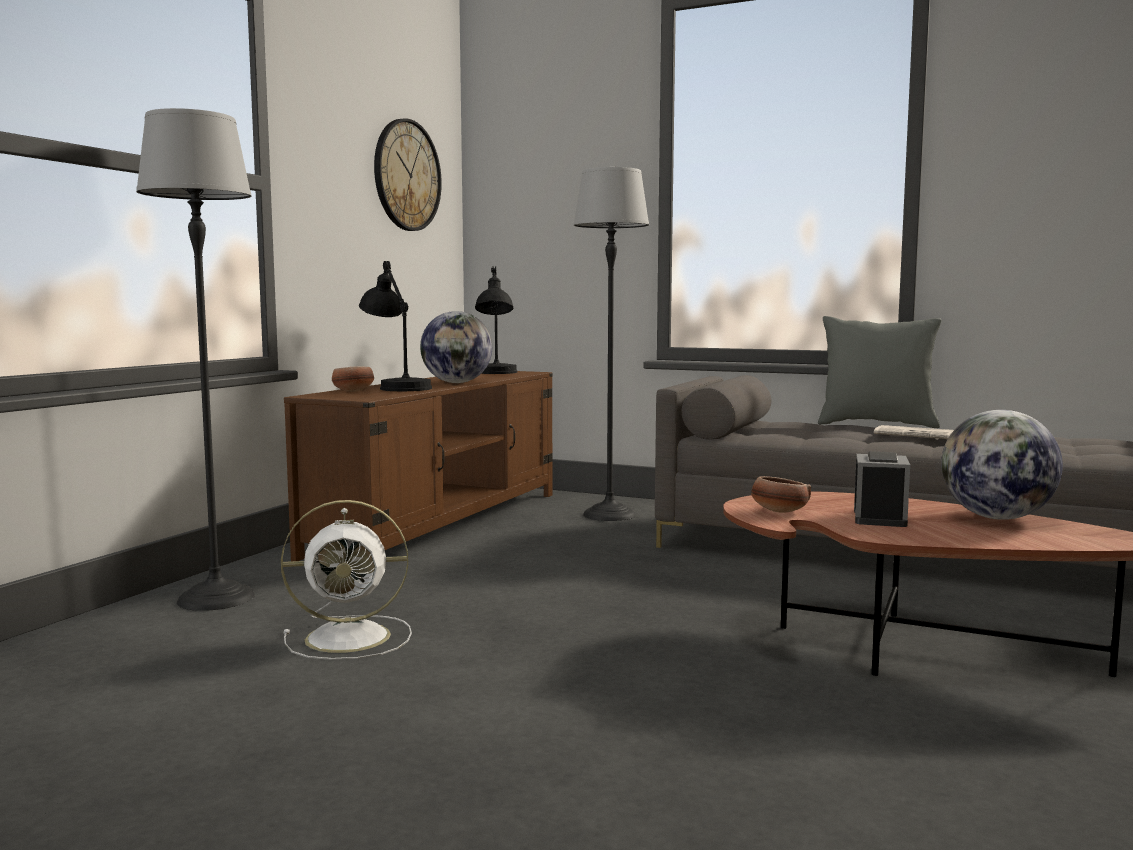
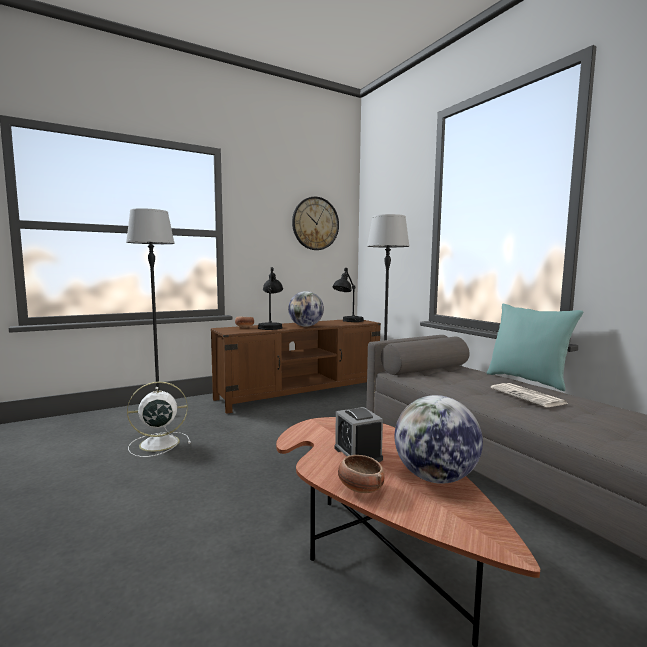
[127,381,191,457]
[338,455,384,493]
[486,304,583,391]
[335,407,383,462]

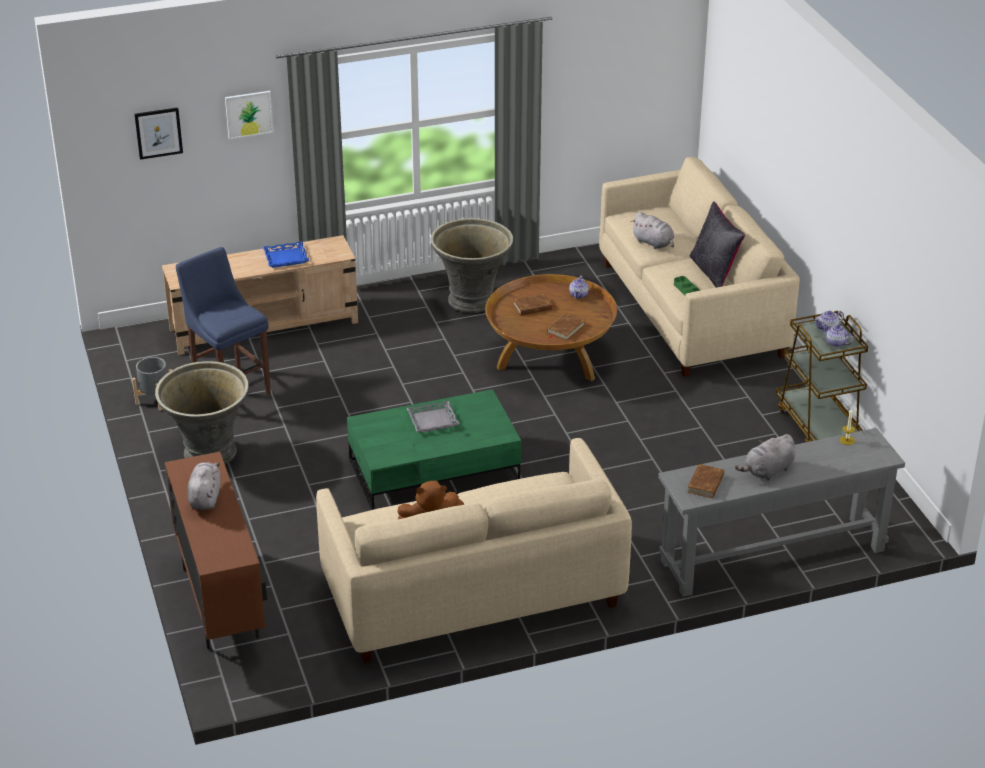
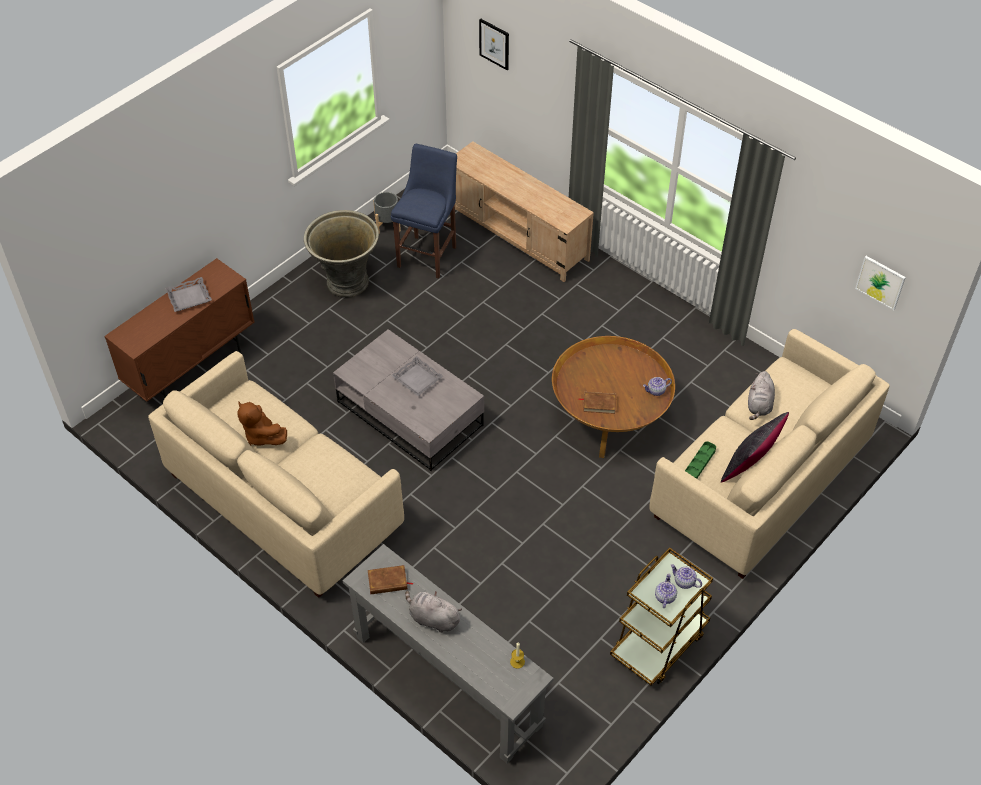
[165,277,212,312]
[855,256,906,310]
[263,241,309,268] (first image)
[333,329,484,471]
[430,218,513,313] (first image)
[513,293,556,316] (first image)

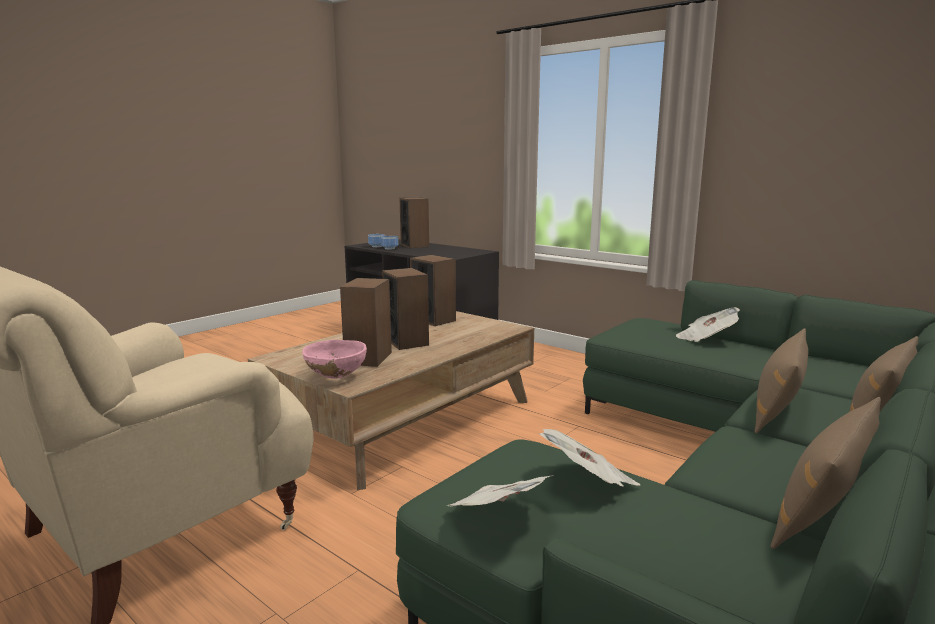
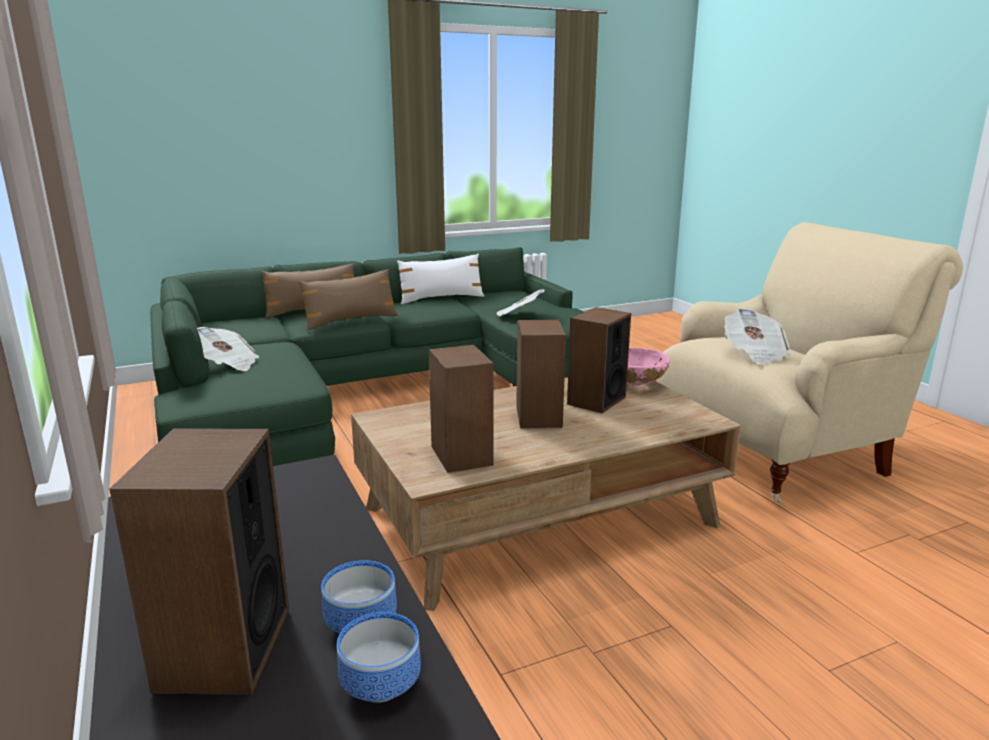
[724,308,791,365]
[397,254,484,304]

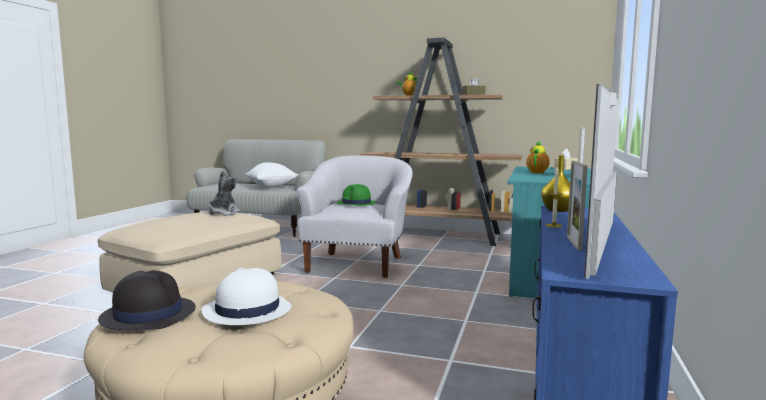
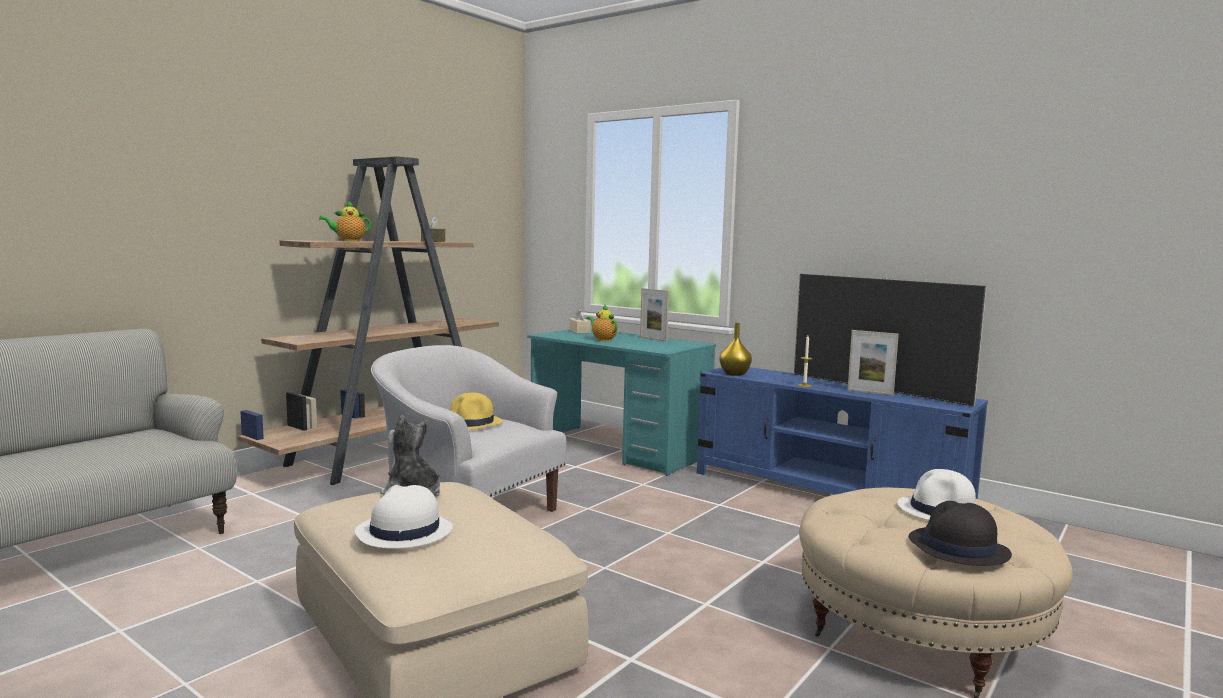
[245,163,298,188] (first image)
[450,393,503,430]
[355,485,453,549]

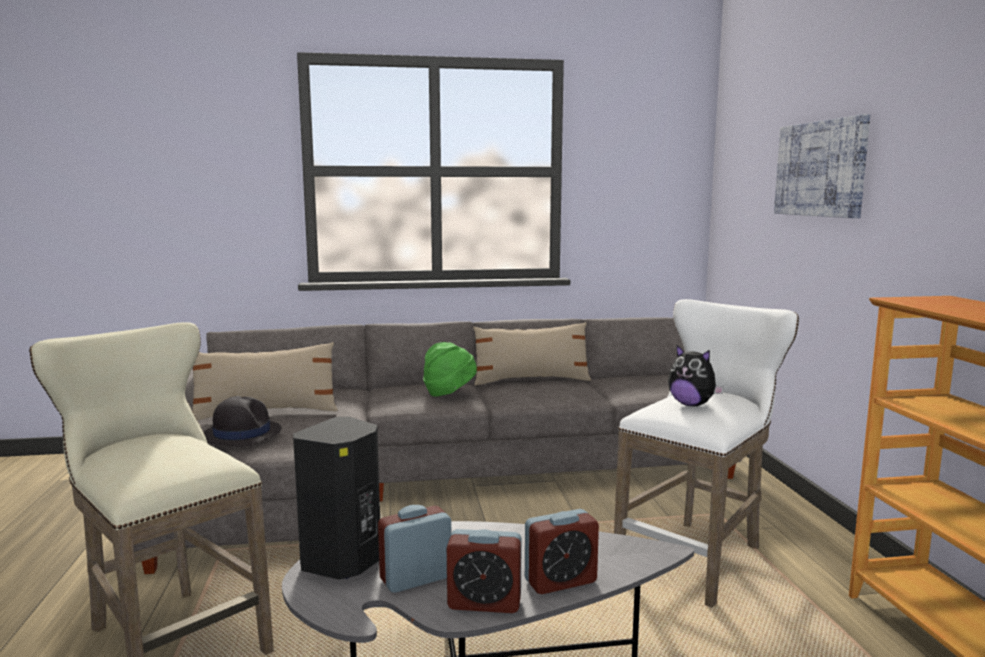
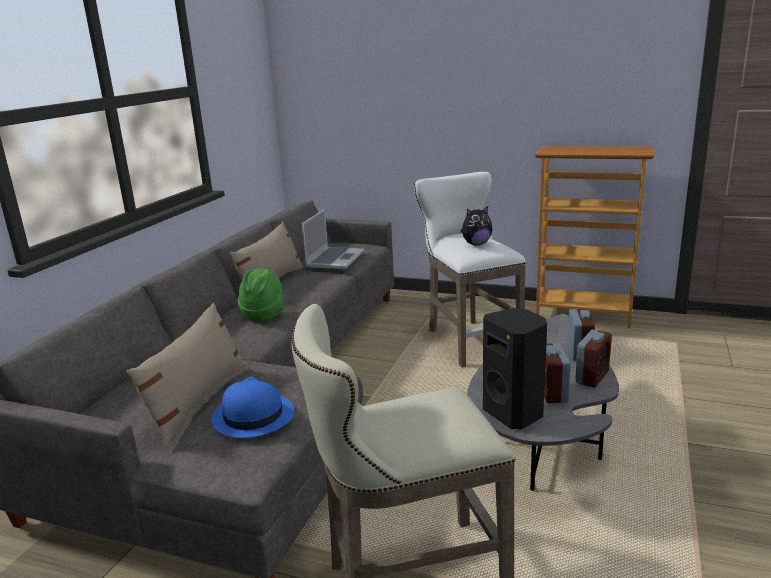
[212,376,294,438]
[774,114,870,218] (first image)
[302,209,364,269]

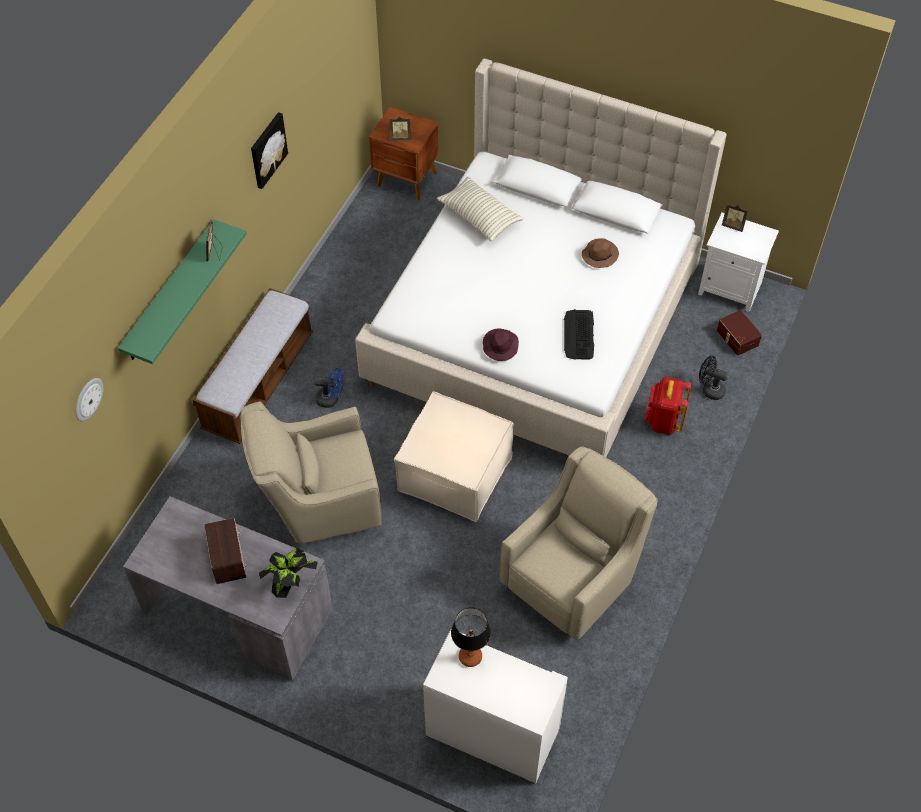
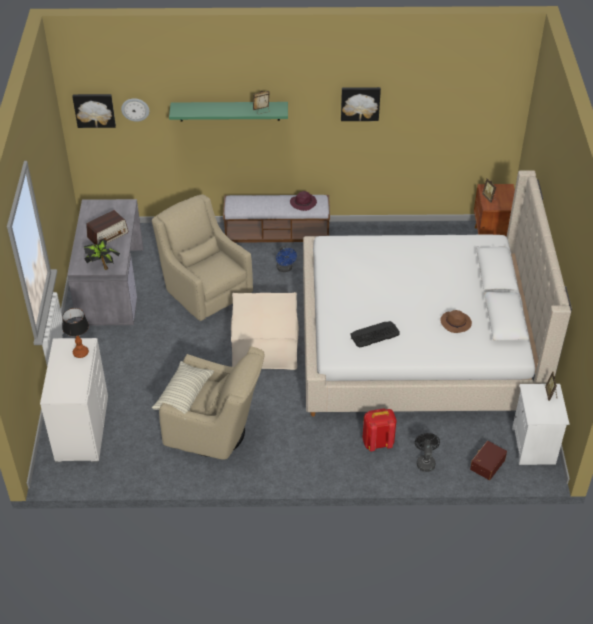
[152,361,214,420]
[290,191,317,211]
[72,94,116,128]

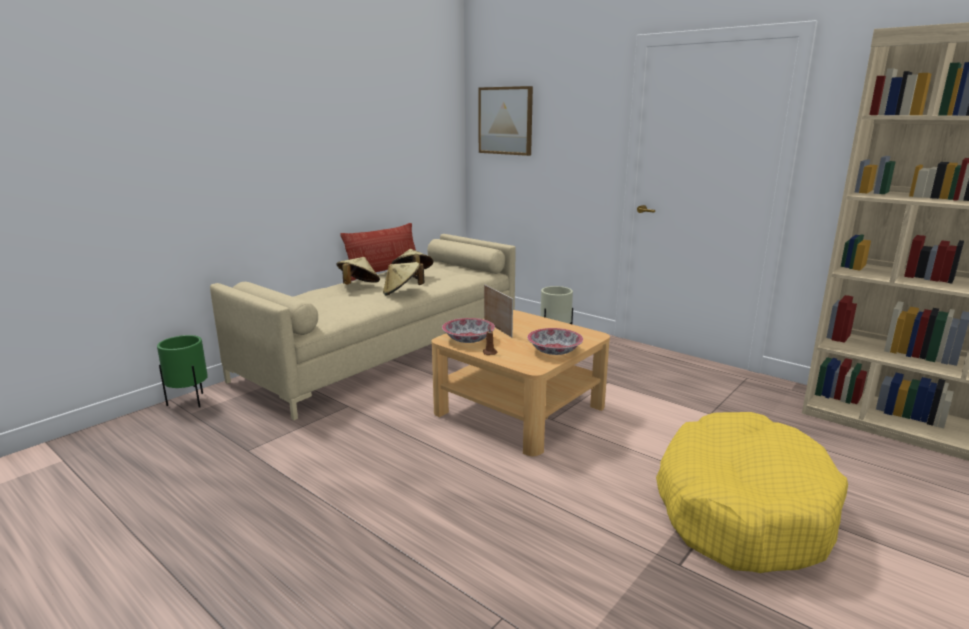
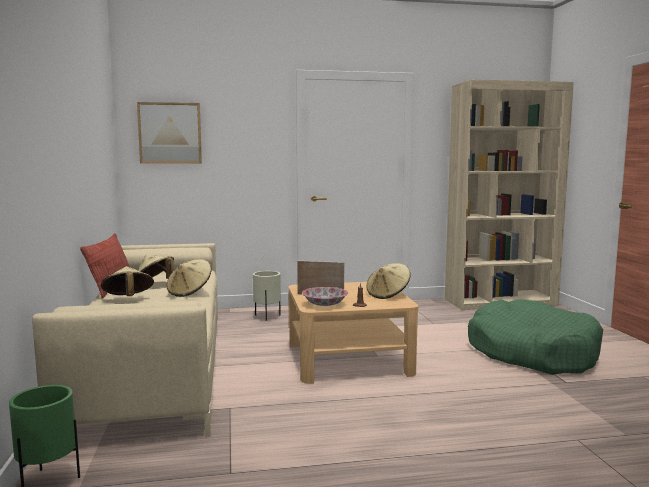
[366,263,411,299]
[468,300,603,375]

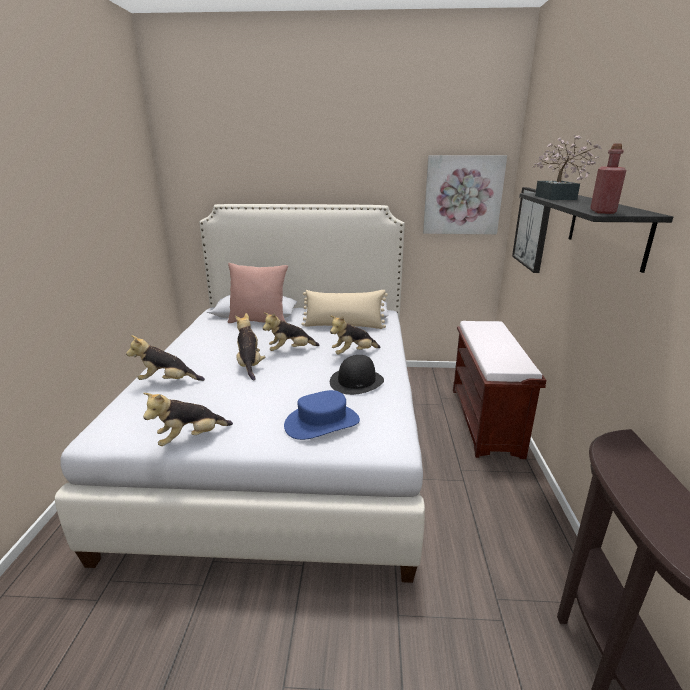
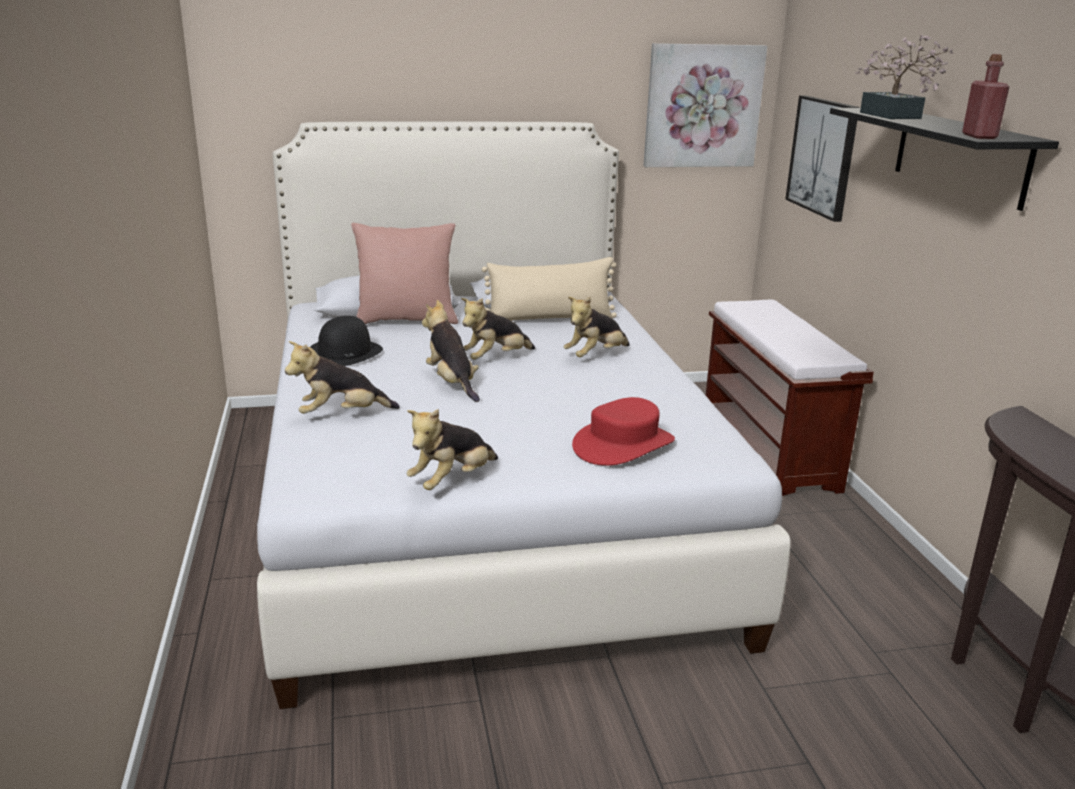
[572,397,675,466]
[310,316,383,366]

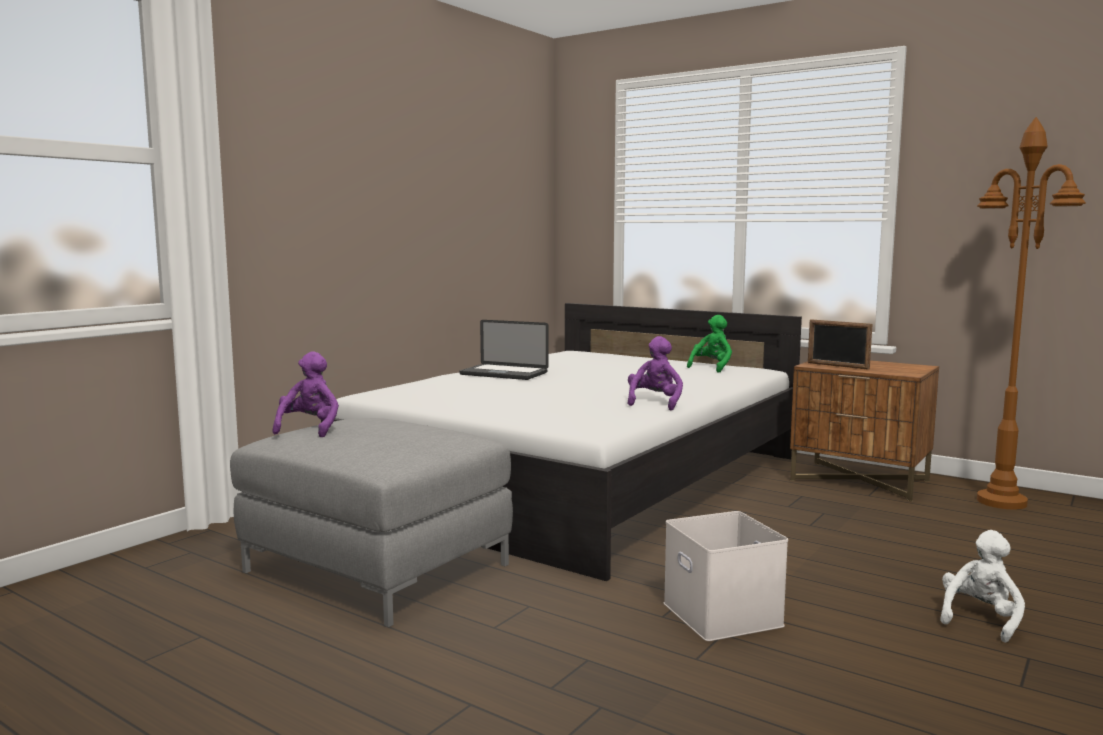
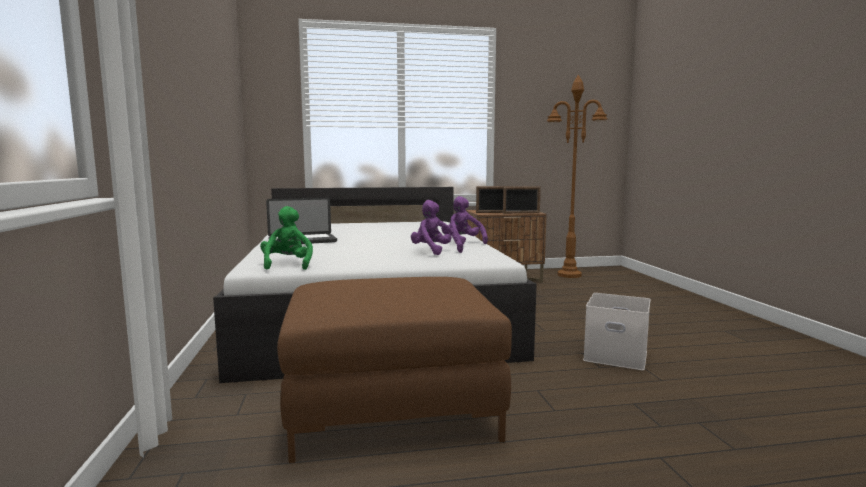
[277,277,512,463]
[411,200,463,255]
[260,206,313,270]
[940,530,1025,643] (first image)
[503,186,541,214]

